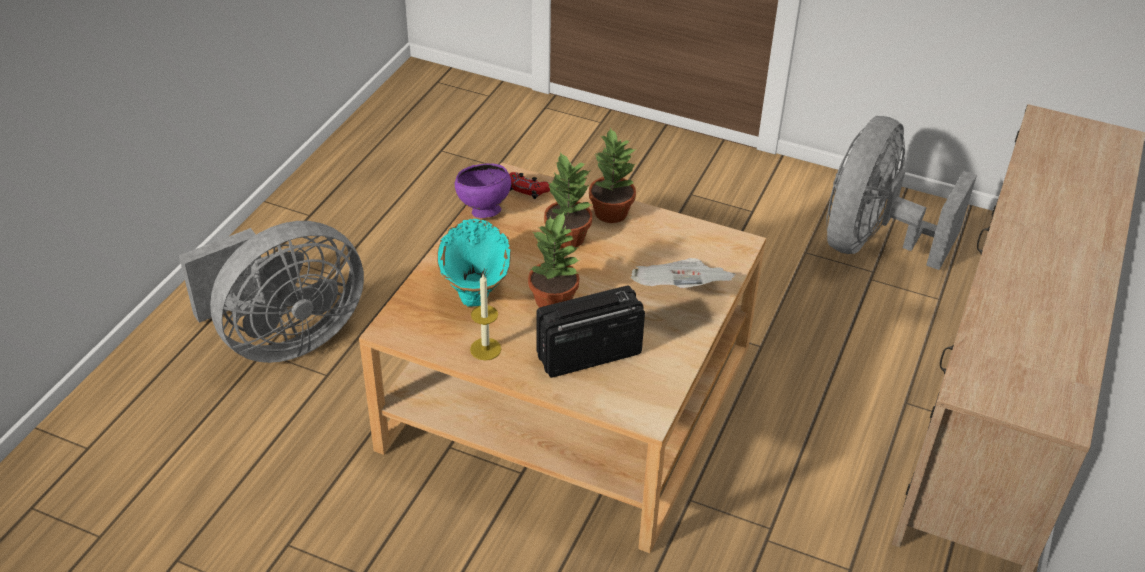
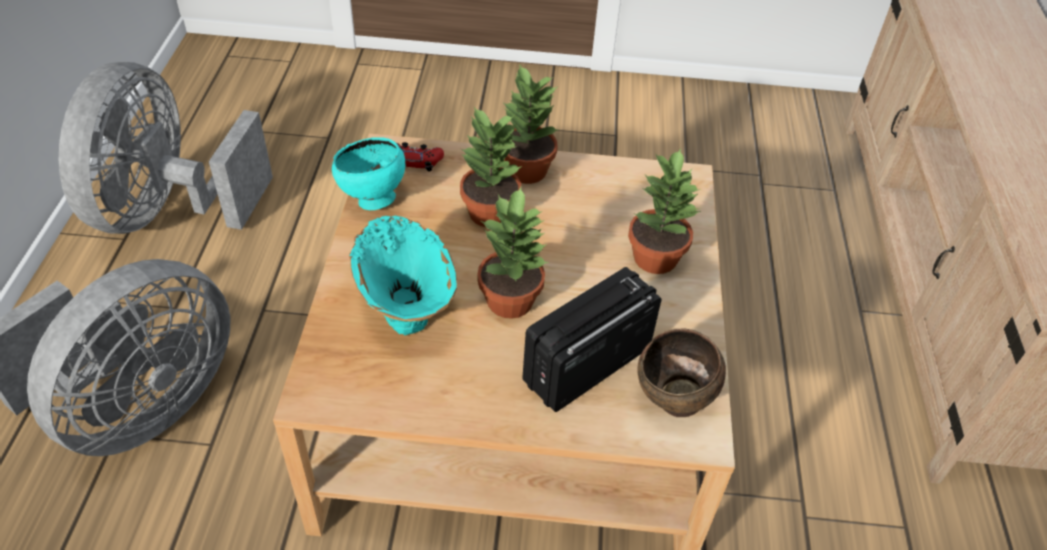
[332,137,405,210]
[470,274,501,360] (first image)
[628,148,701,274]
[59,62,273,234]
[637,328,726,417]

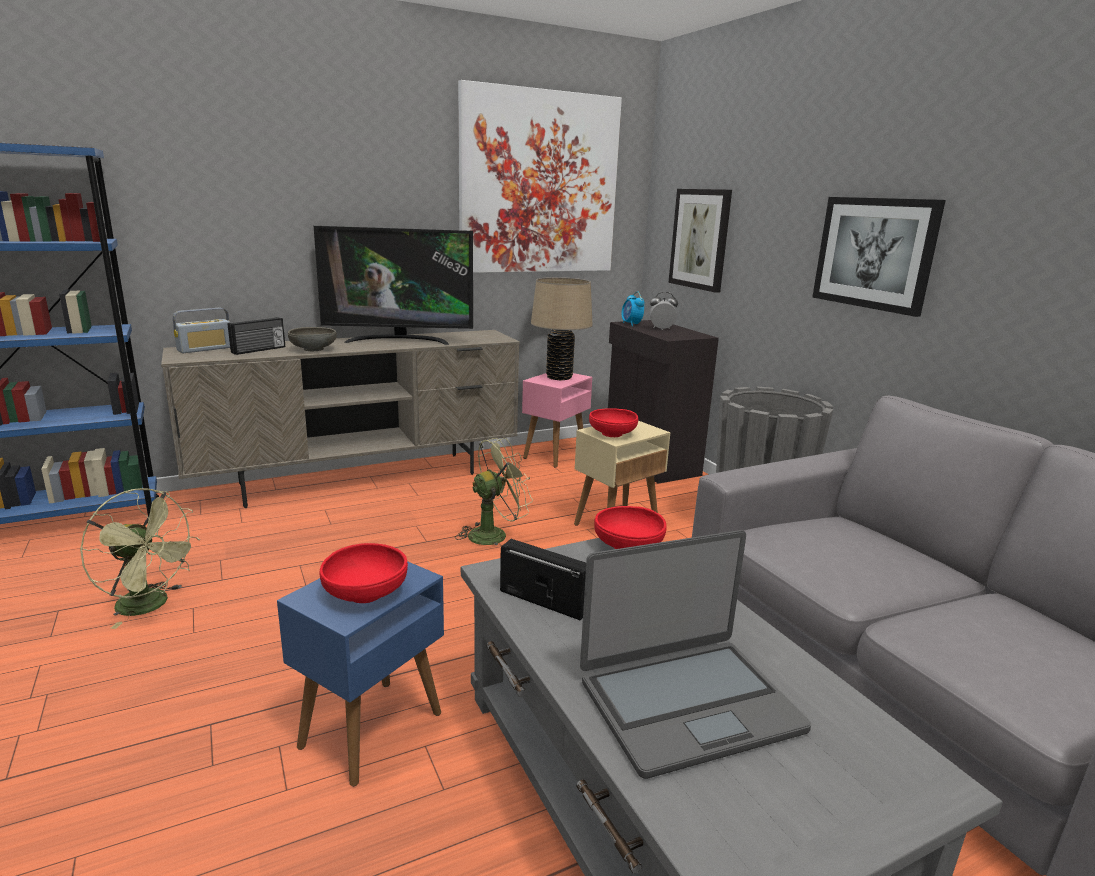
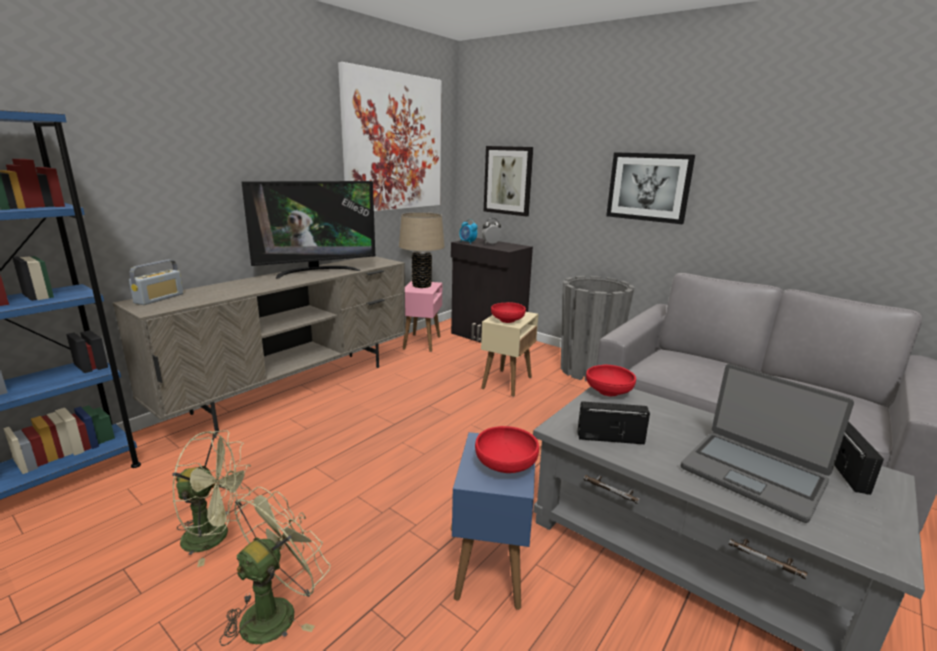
[834,421,884,495]
[288,327,337,351] (first image)
[220,487,330,646]
[681,364,854,523]

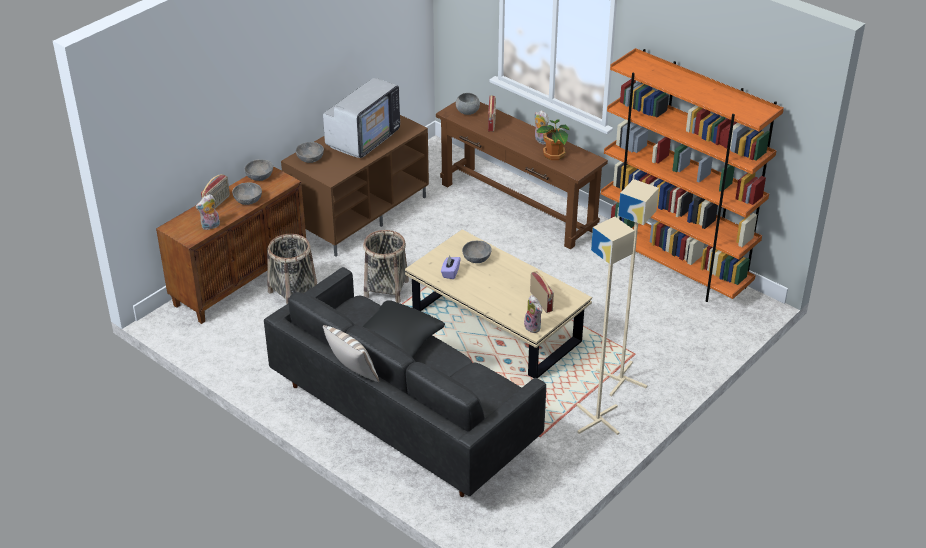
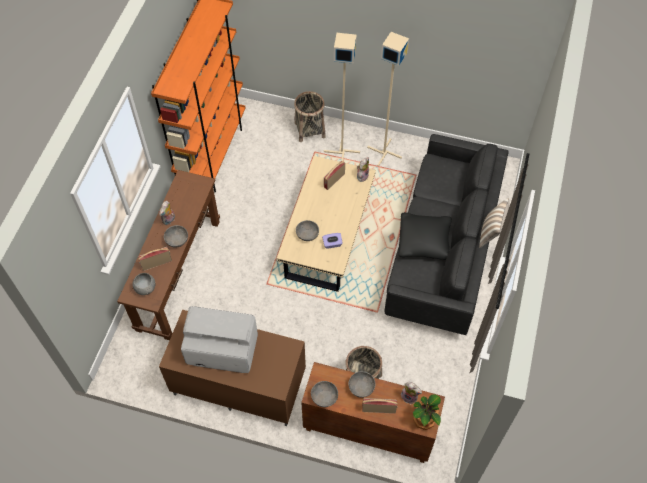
[164,225,188,248]
[294,91,326,142]
[413,394,441,430]

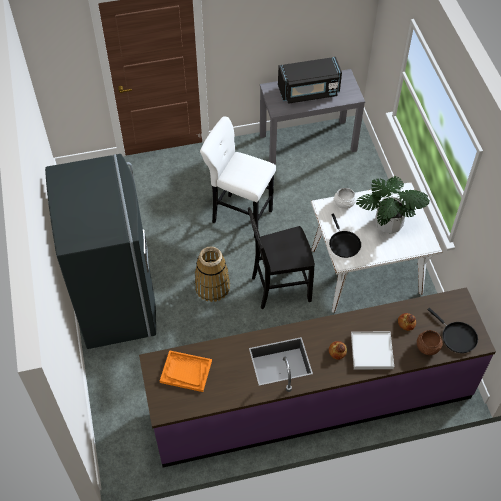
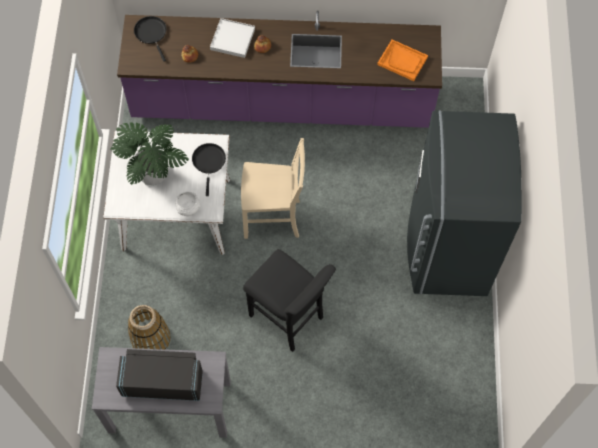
[128,305,170,350]
[243,249,336,352]
[241,138,305,239]
[417,330,443,355] (first image)

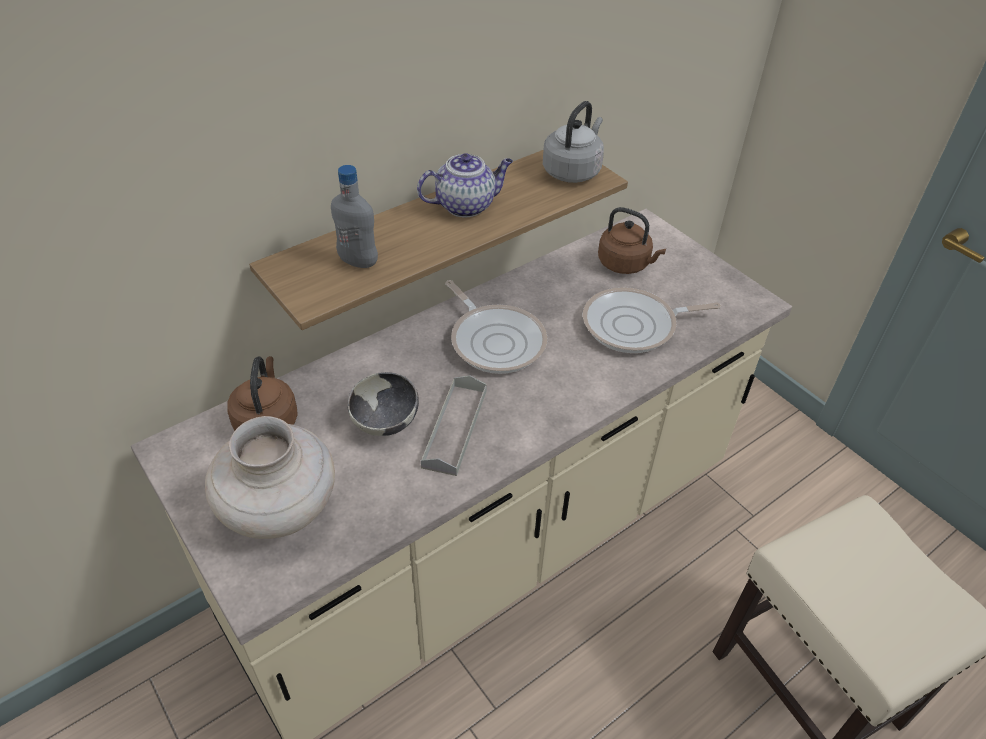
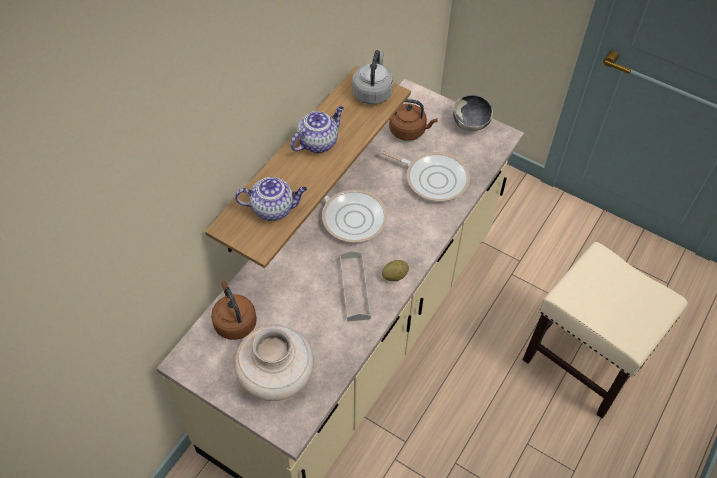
[235,177,307,221]
[453,95,493,131]
[381,149,470,202]
[382,260,409,281]

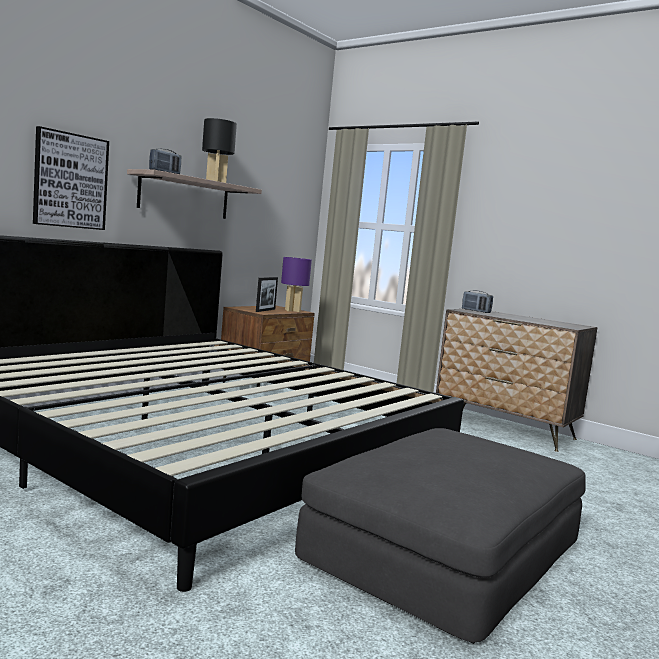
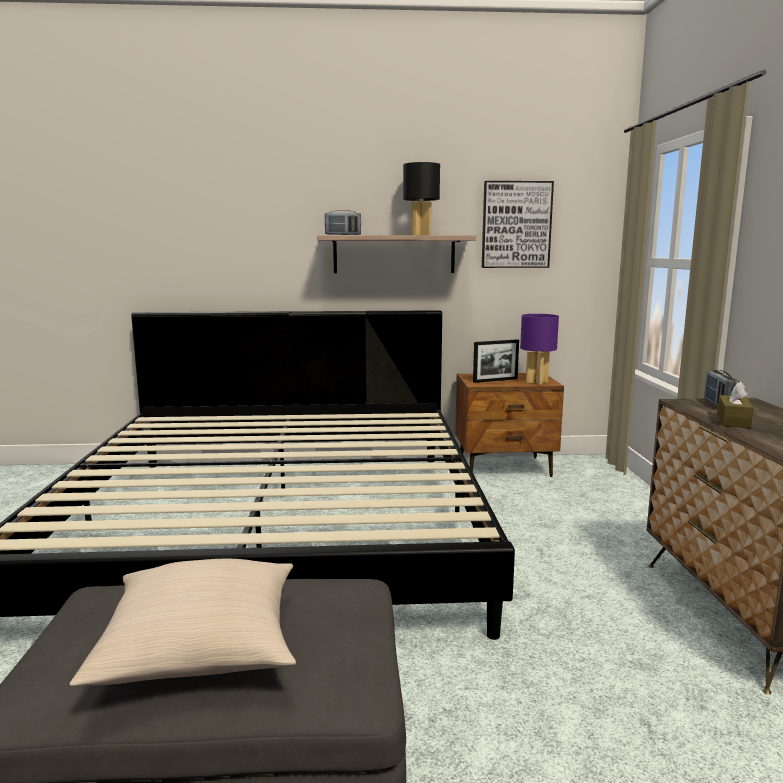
[482,181,554,268]
[70,559,296,686]
[717,382,754,428]

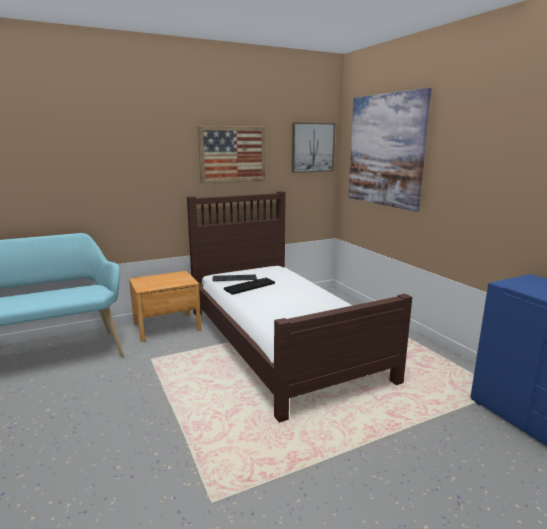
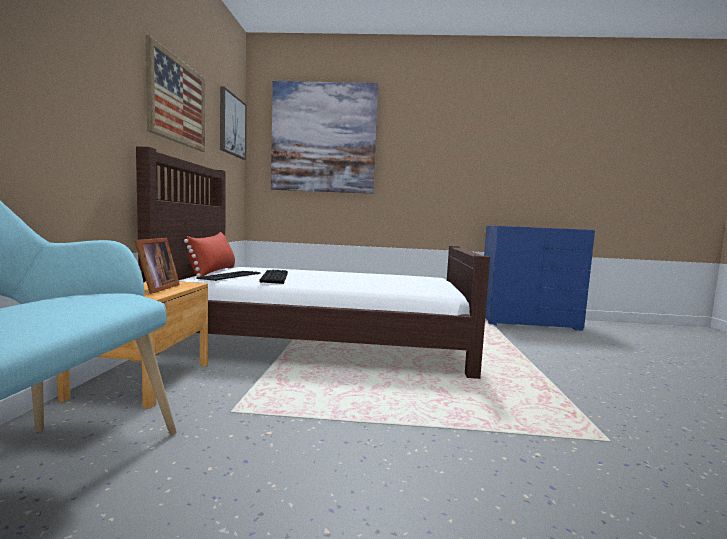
[135,238,180,294]
[184,232,235,277]

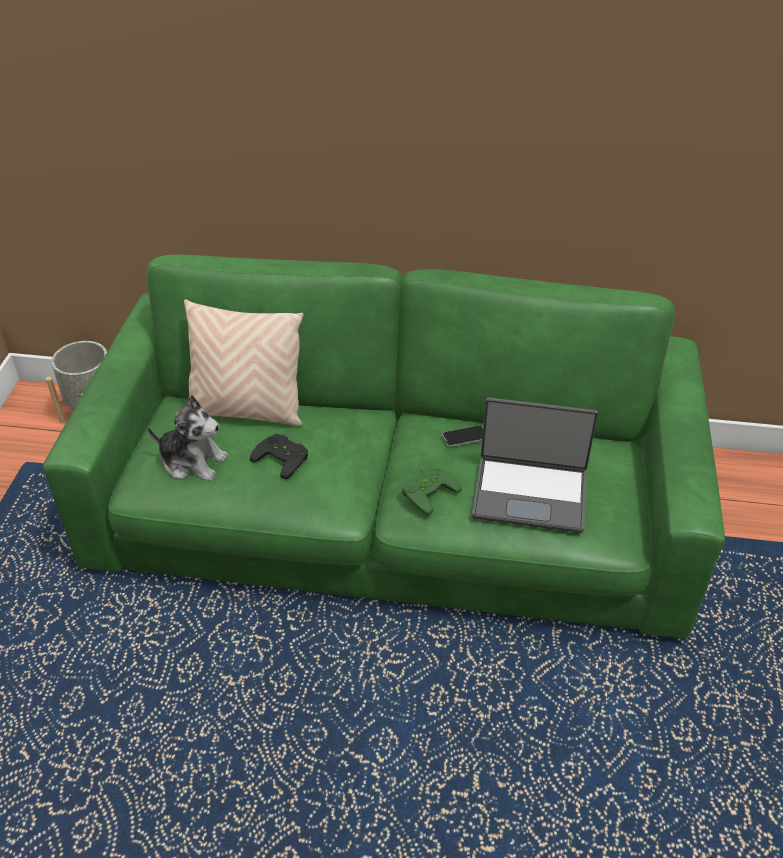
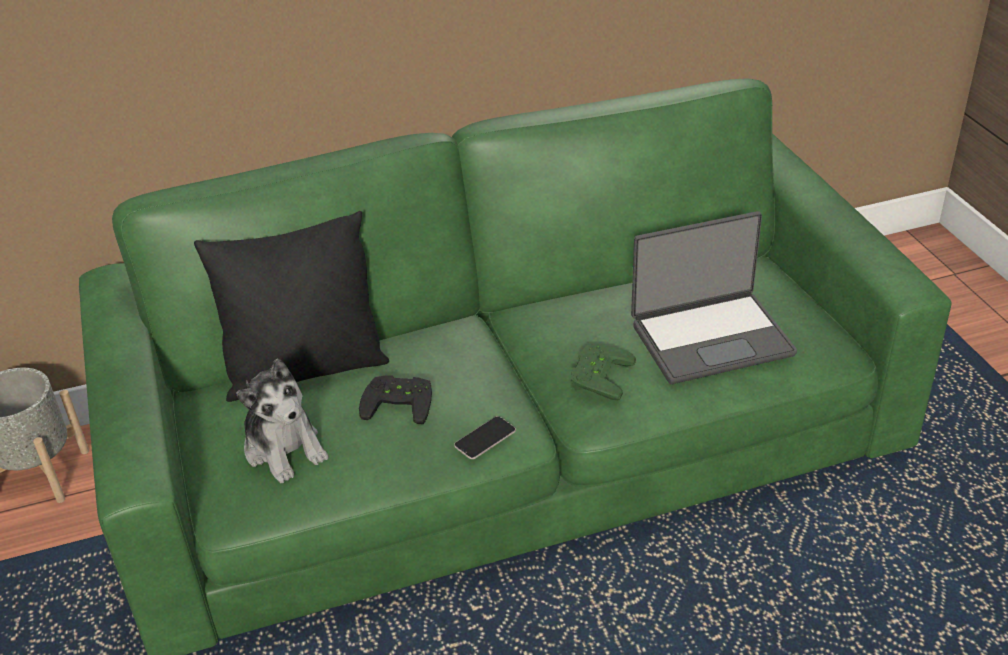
[236,358,328,483]
[194,211,389,402]
[454,416,516,459]

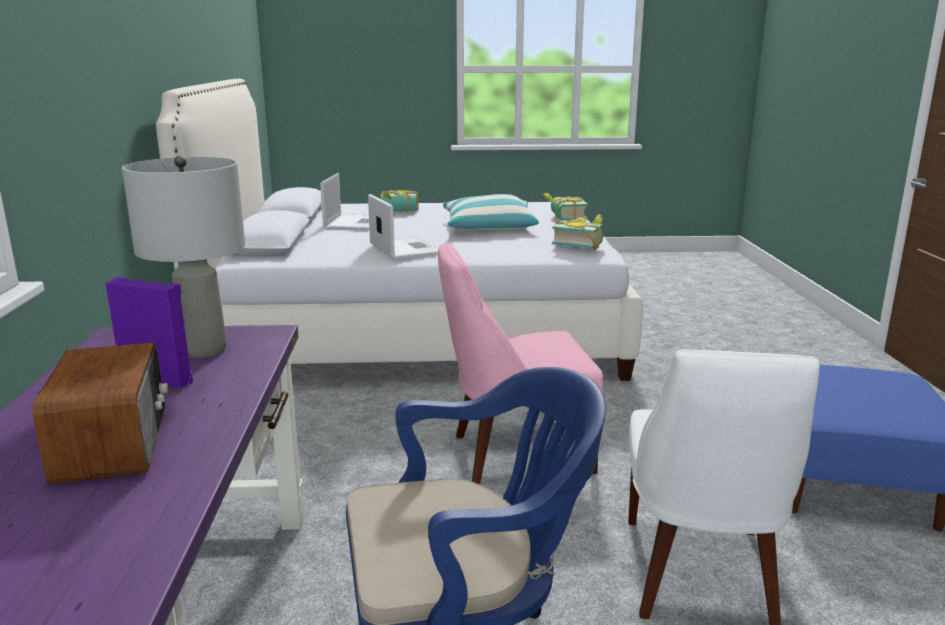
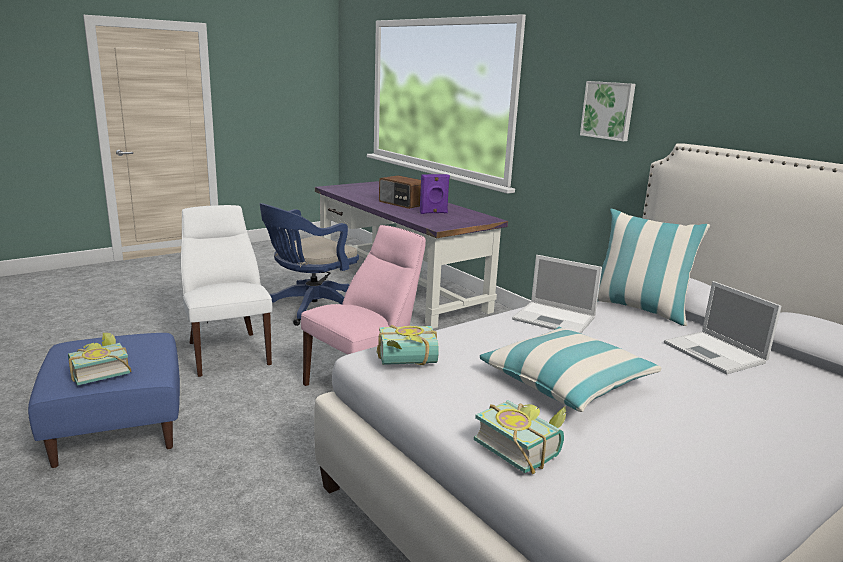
[122,156,245,358] (first image)
[68,332,131,385]
[580,81,636,141]
[597,209,710,326]

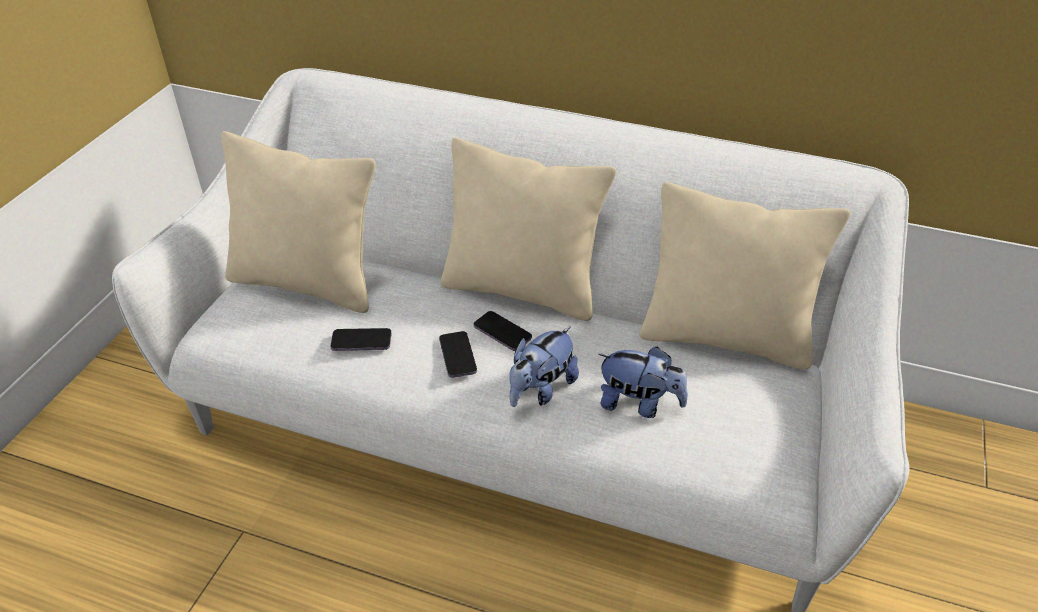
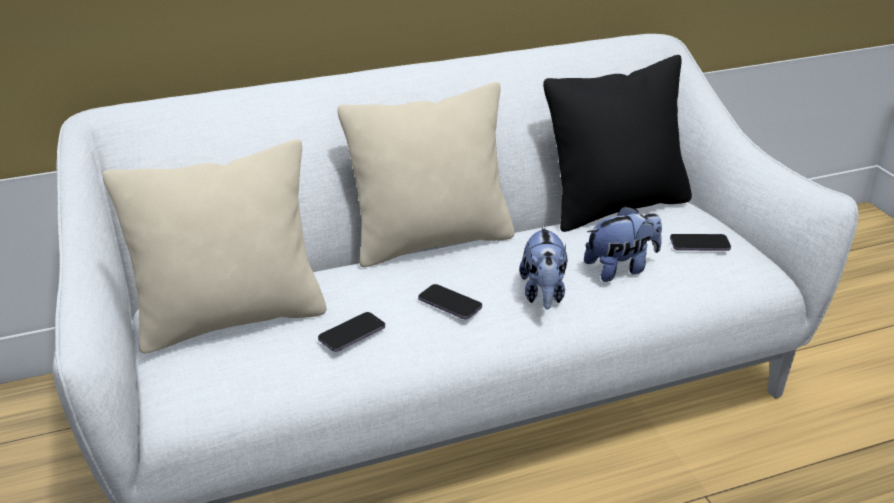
[670,234,731,251]
[543,55,692,232]

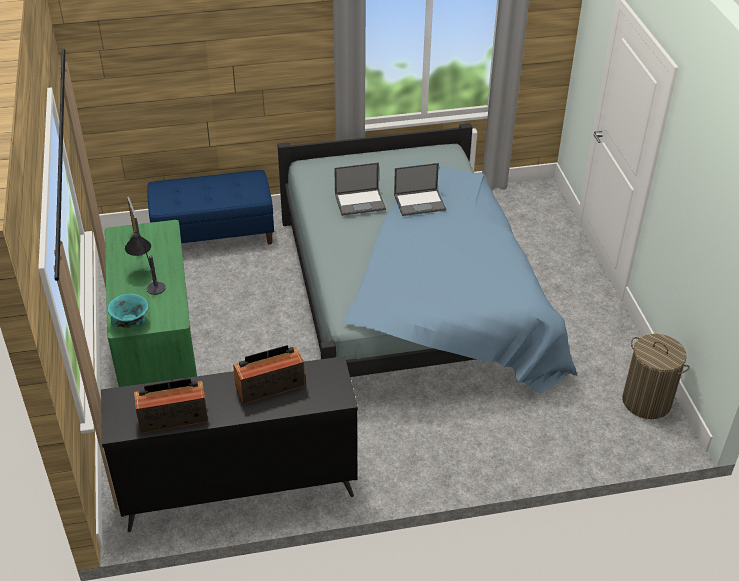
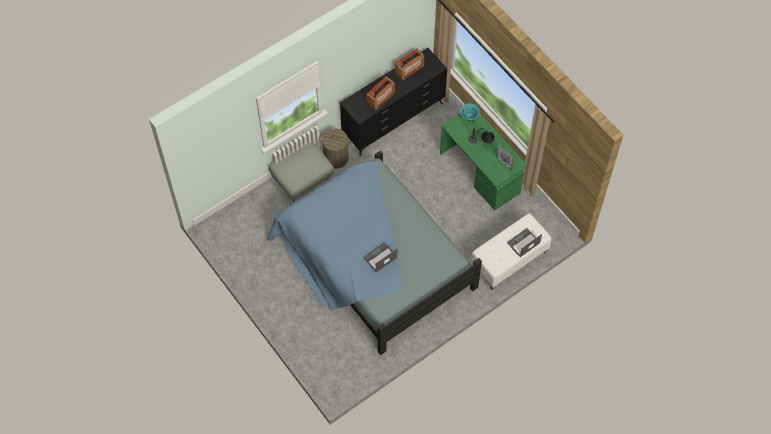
[471,213,552,289]
[507,228,542,257]
[319,128,350,169]
[269,141,334,202]

